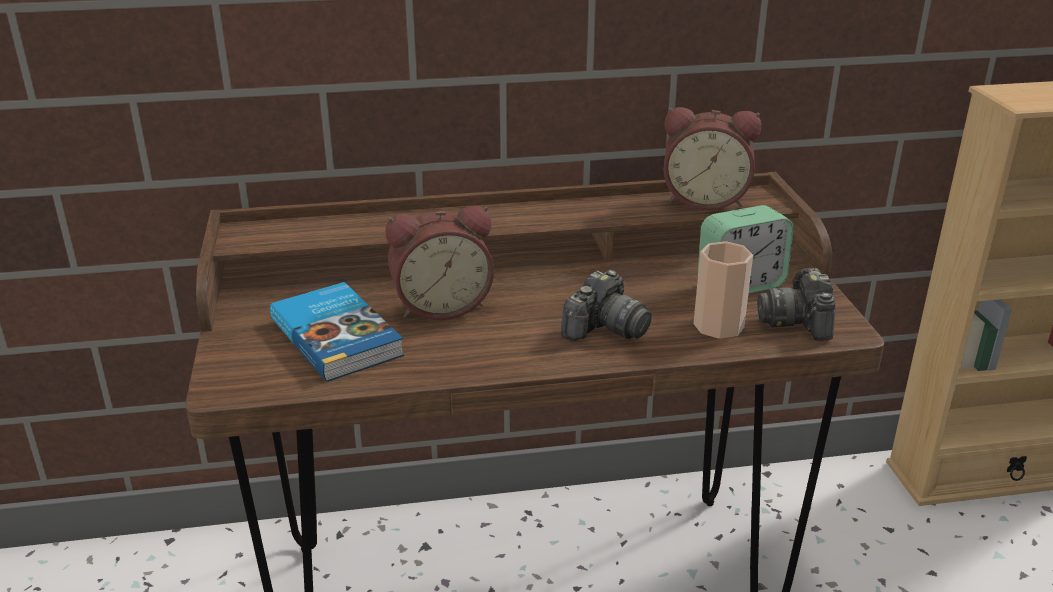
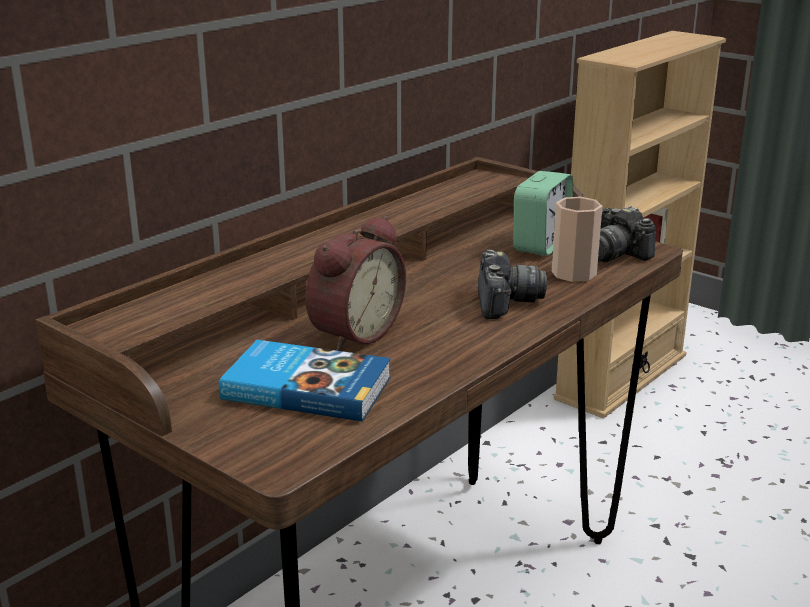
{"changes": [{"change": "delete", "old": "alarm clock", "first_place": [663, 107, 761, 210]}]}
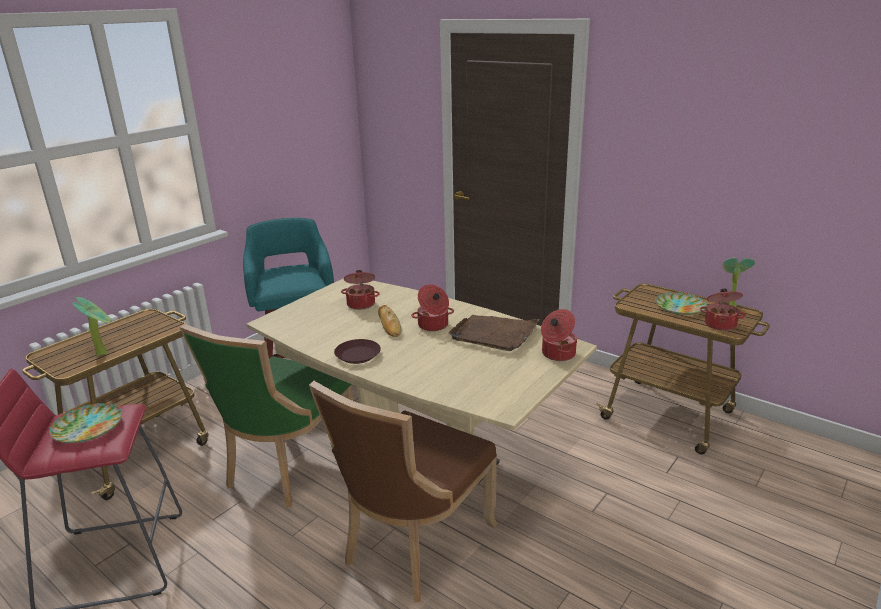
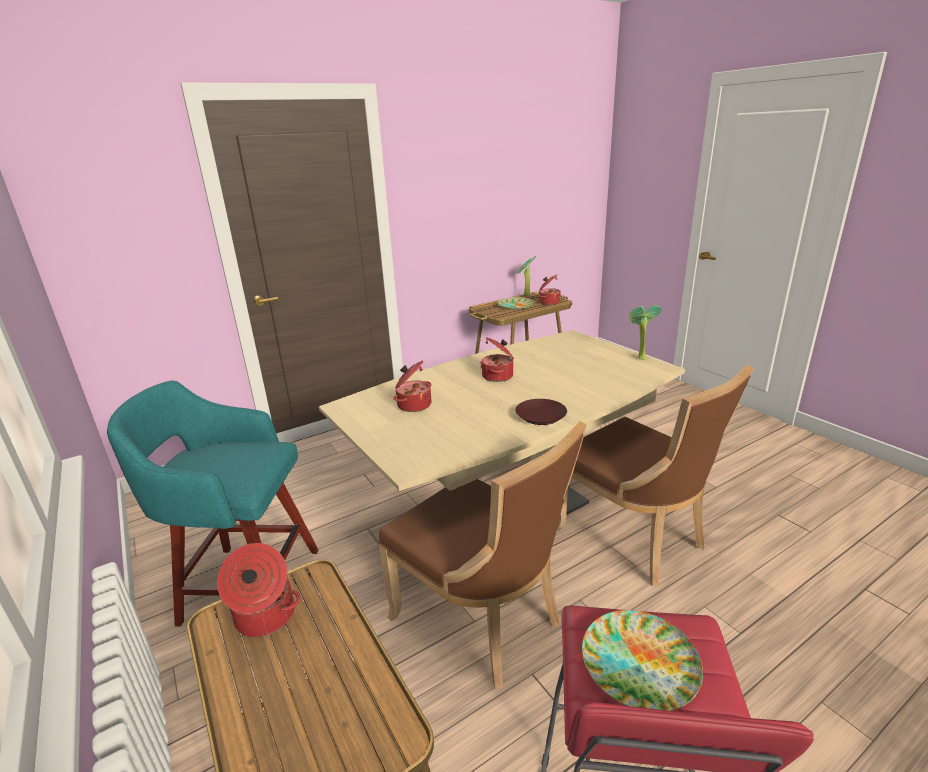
{"changes": [{"change": "move", "old": "potted plant", "first_place": [73, 297, 111, 356], "second_place": [629, 306, 661, 360]}, {"change": "delete", "old": "bread", "first_place": [378, 305, 401, 337]}, {"change": "move", "old": "cooking pot", "first_place": [541, 309, 577, 361], "second_place": [217, 543, 301, 637]}, {"change": "delete", "old": "brown tray", "first_place": [449, 315, 540, 351]}, {"change": "recolor", "old": "green chair", "new": "brown chair", "first_place": [180, 324, 353, 508], "second_place": [379, 421, 587, 689]}]}
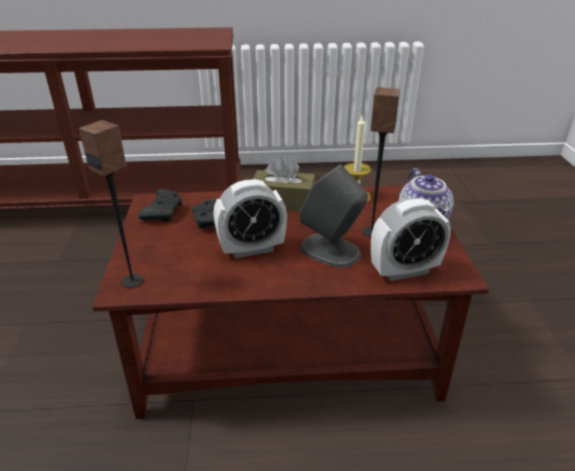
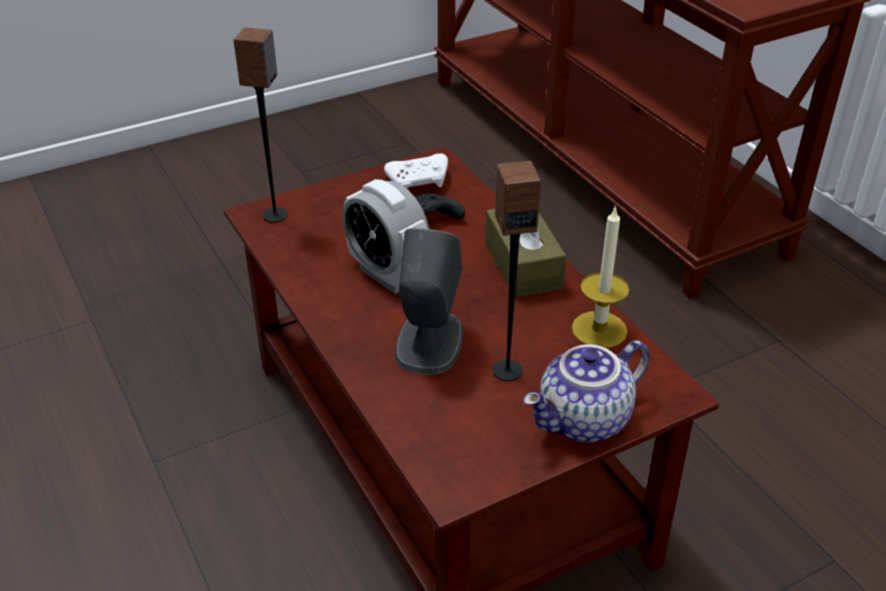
{"changes": [{"change": "recolor", "old": "black game controller", "new": "white game controller", "first_place": [138, 189, 182, 221], "second_place": [384, 153, 448, 188]}, {"change": "delete", "old": "alarm clock", "first_place": [371, 198, 451, 281]}]}
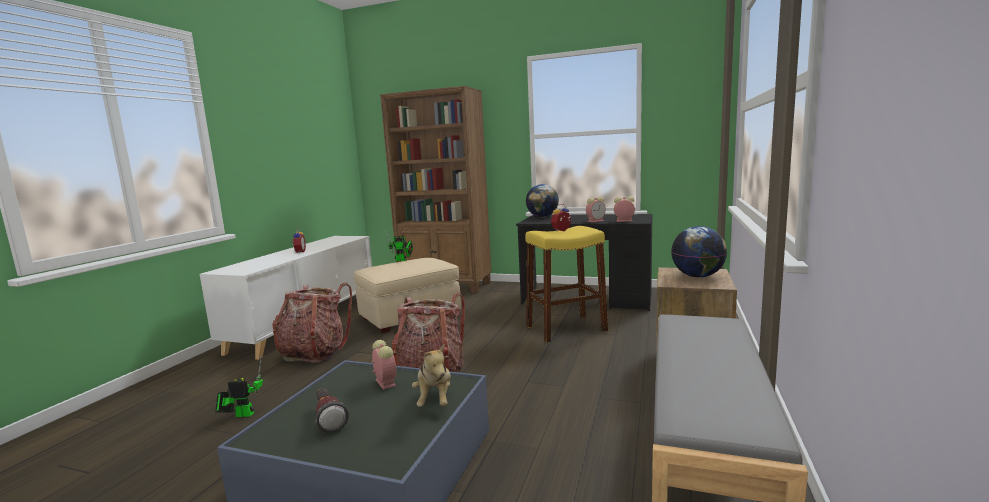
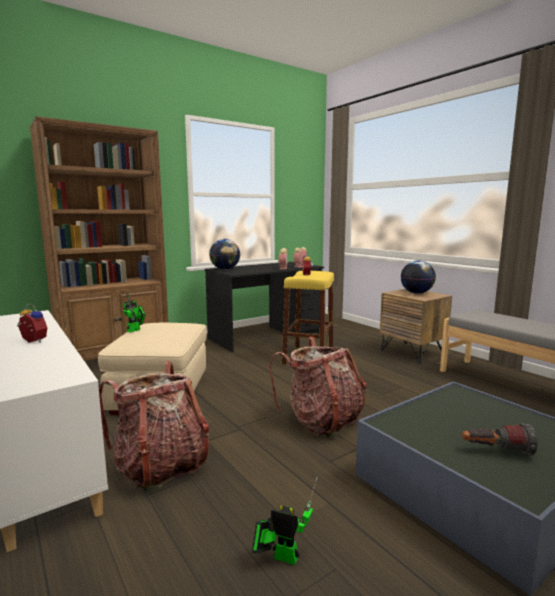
{"changes": [{"change": "delete", "old": "alarm clock", "first_place": [371, 340, 396, 390]}, {"change": "delete", "old": "plush toy", "first_place": [412, 344, 451, 407]}, {"change": "rotate", "old": "toy robot", "first_place": [215, 356, 263, 417], "second_place": [252, 477, 318, 565], "degrees": 75}]}
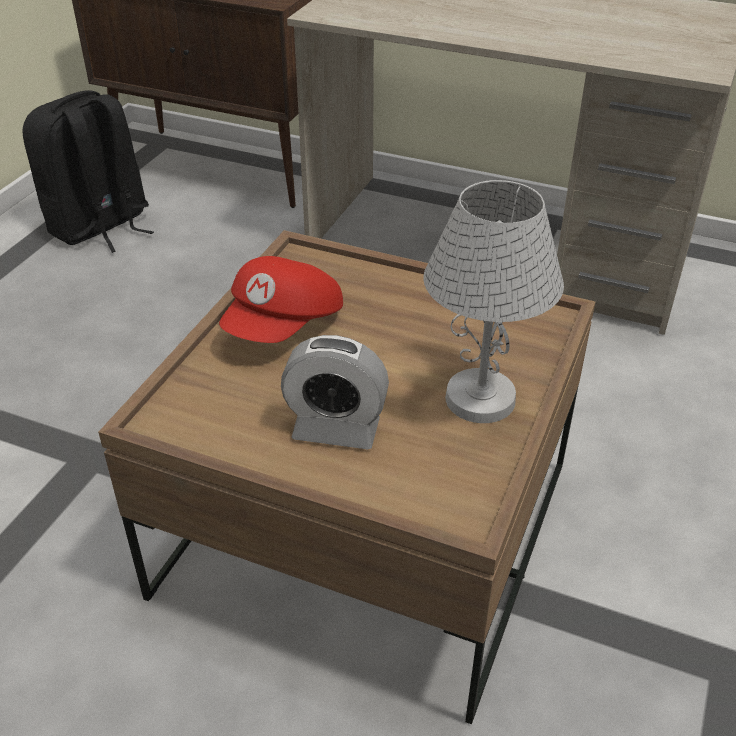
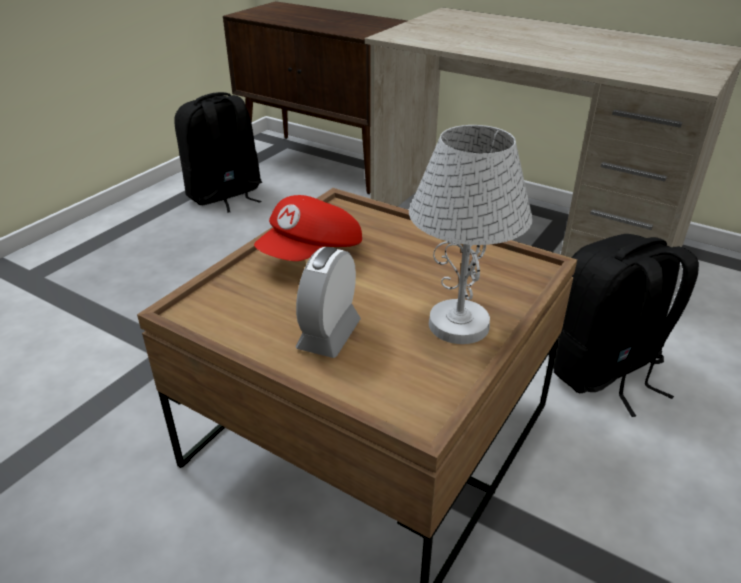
{"changes": [{"change": "rotate", "old": "alarm clock", "first_place": [281, 335, 389, 450], "second_place": [296, 247, 361, 358], "degrees": 90}, {"change": "insert", "new": "black backpack", "second_place": [548, 234, 699, 417]}]}
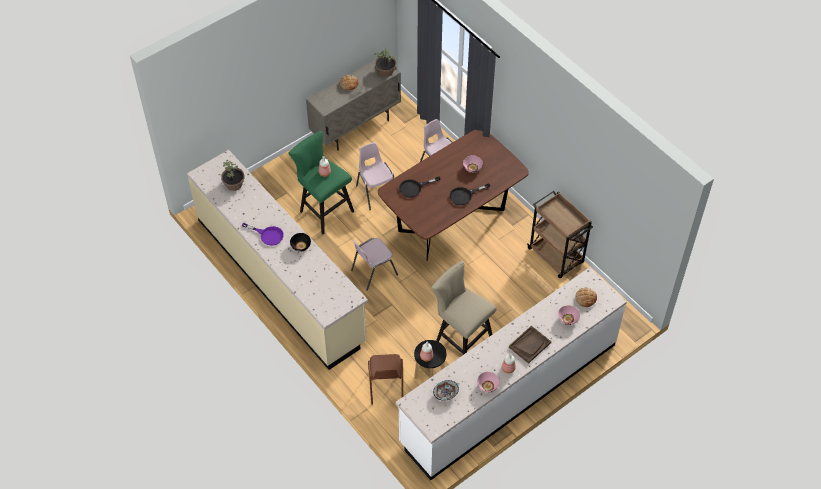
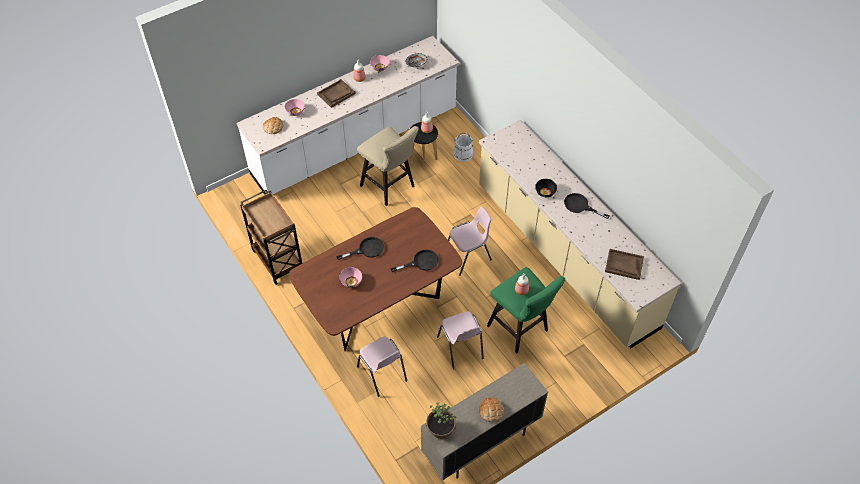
{"changes": [{"change": "replace", "old": "potted plant", "new": "brown tray", "first_place": [221, 160, 245, 191], "second_place": [605, 249, 644, 280]}, {"change": "recolor", "old": "purple frying pan", "new": "black frying pan", "first_place": [241, 223, 284, 246], "second_place": [564, 193, 610, 219]}, {"change": "replace", "old": "brown chair", "new": "white bucket", "first_place": [368, 354, 403, 405], "second_place": [454, 133, 474, 162]}]}
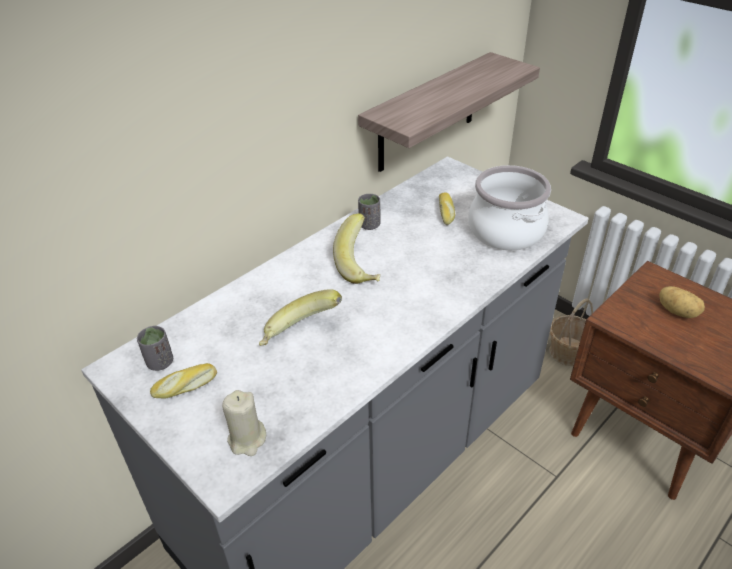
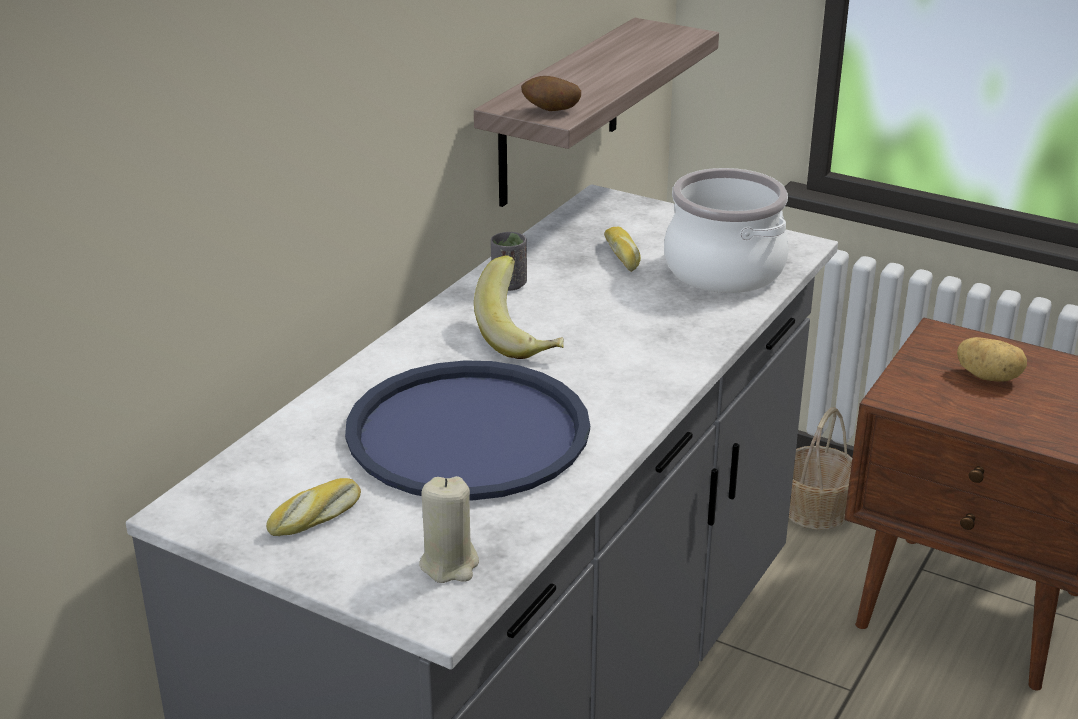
{"changes": [{"change": "replace", "old": "banana", "new": "blue tray", "first_place": [259, 289, 342, 346], "second_place": [345, 360, 590, 501]}, {"change": "delete", "old": "grey cup", "first_place": [137, 326, 173, 371]}, {"change": "insert", "new": "potato", "second_place": [521, 76, 581, 111]}]}
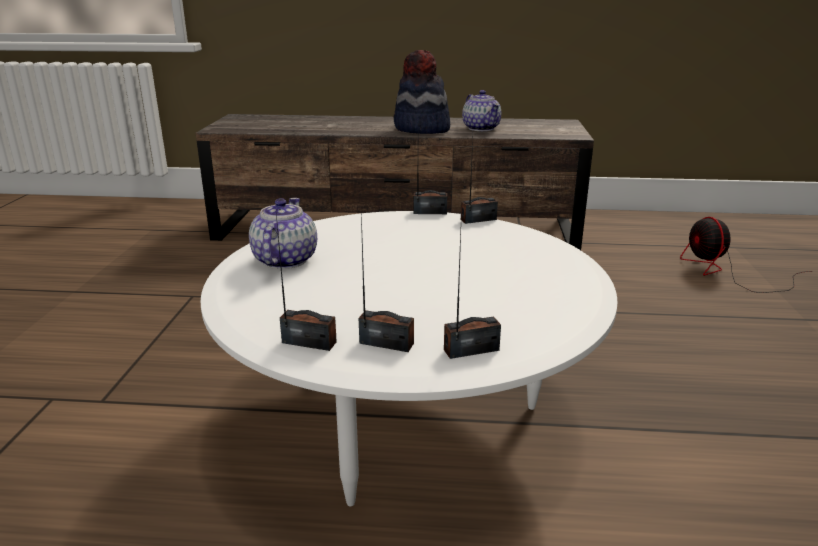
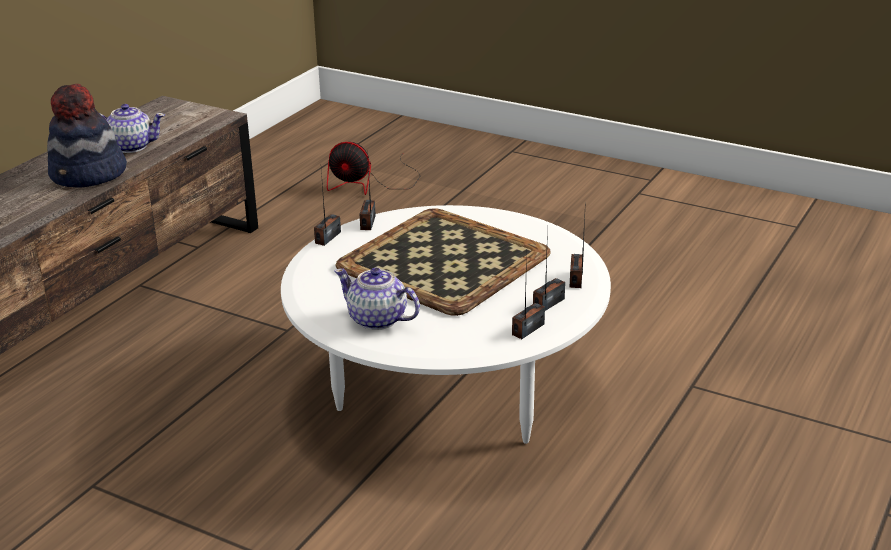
{"changes": [{"change": "insert", "new": "tray", "second_place": [335, 208, 550, 316]}]}
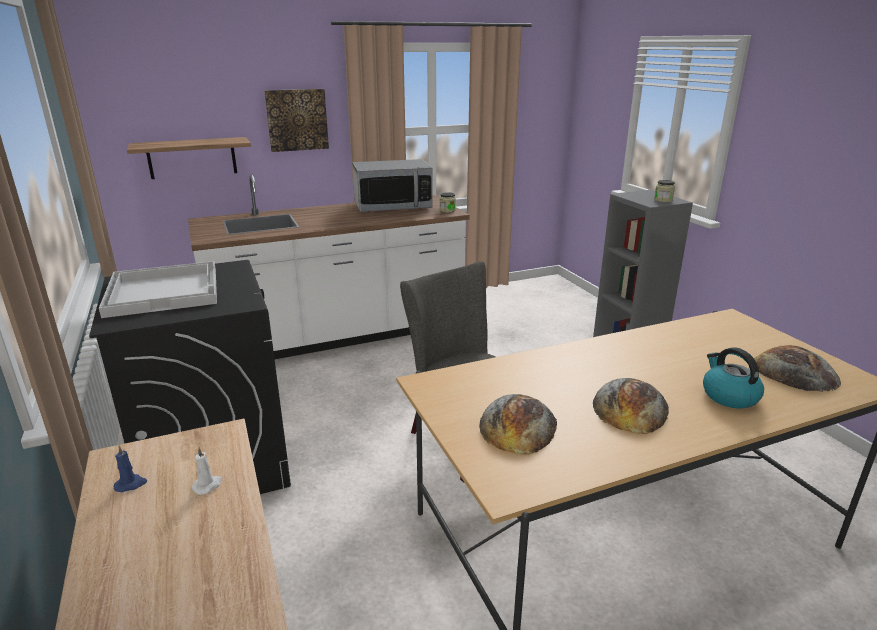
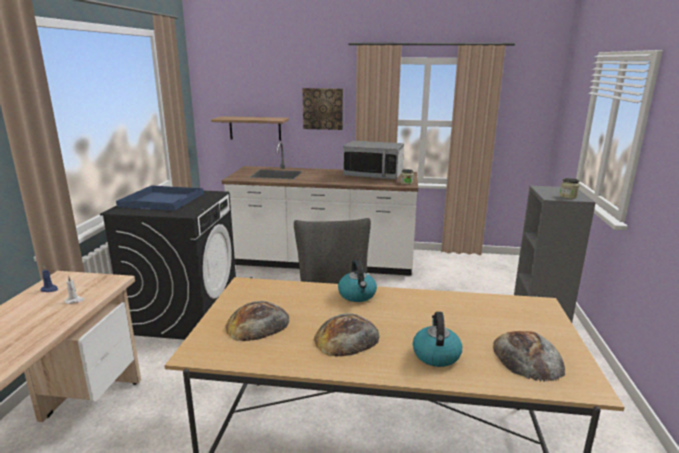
{"changes": [{"change": "recolor", "old": "white tray", "new": "blue tray", "first_place": [99, 261, 217, 318], "second_place": [116, 185, 204, 211]}, {"change": "insert", "new": "kettle", "second_place": [338, 260, 377, 302]}]}
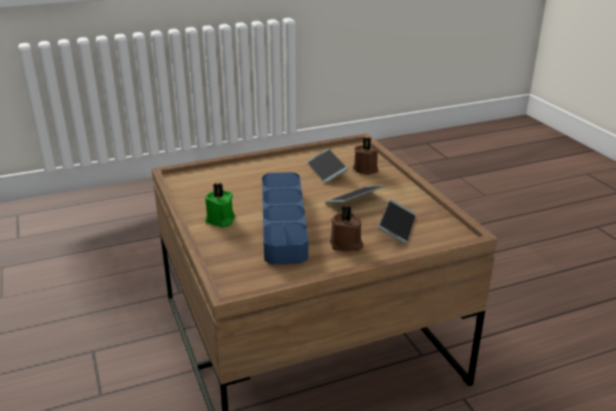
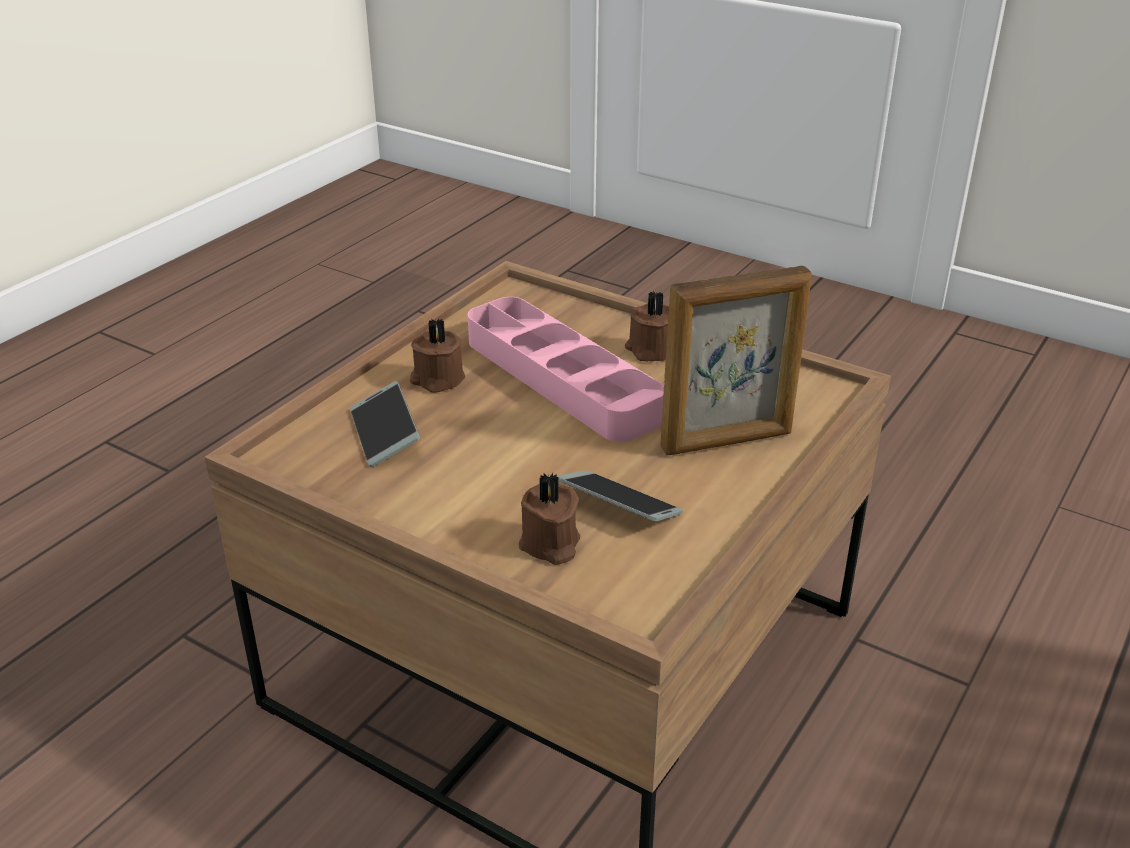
{"changes": [{"change": "recolor", "old": "blue tray", "new": "pink tray", "first_place": [262, 172, 308, 265], "second_place": [468, 297, 664, 442]}, {"change": "recolor", "old": "green candle", "new": "brown candle", "first_place": [205, 183, 235, 227], "second_place": [625, 291, 669, 361]}, {"change": "delete", "old": "phone", "first_place": [325, 185, 384, 204]}, {"change": "insert", "new": "picture frame", "second_place": [660, 266, 812, 455]}]}
